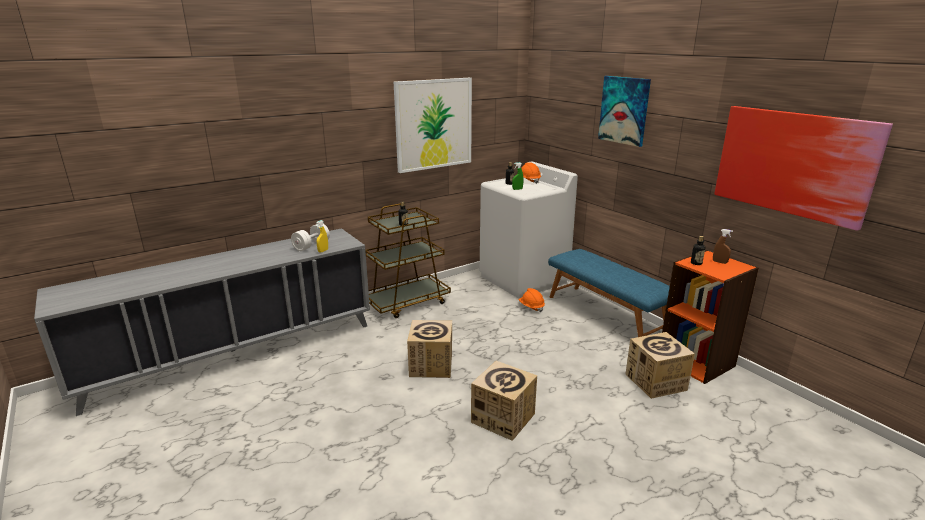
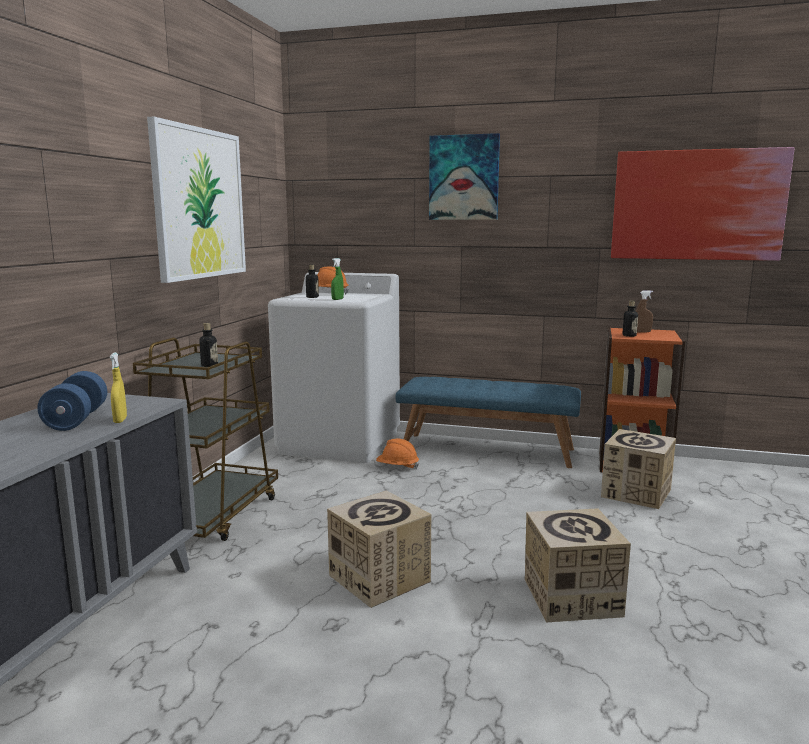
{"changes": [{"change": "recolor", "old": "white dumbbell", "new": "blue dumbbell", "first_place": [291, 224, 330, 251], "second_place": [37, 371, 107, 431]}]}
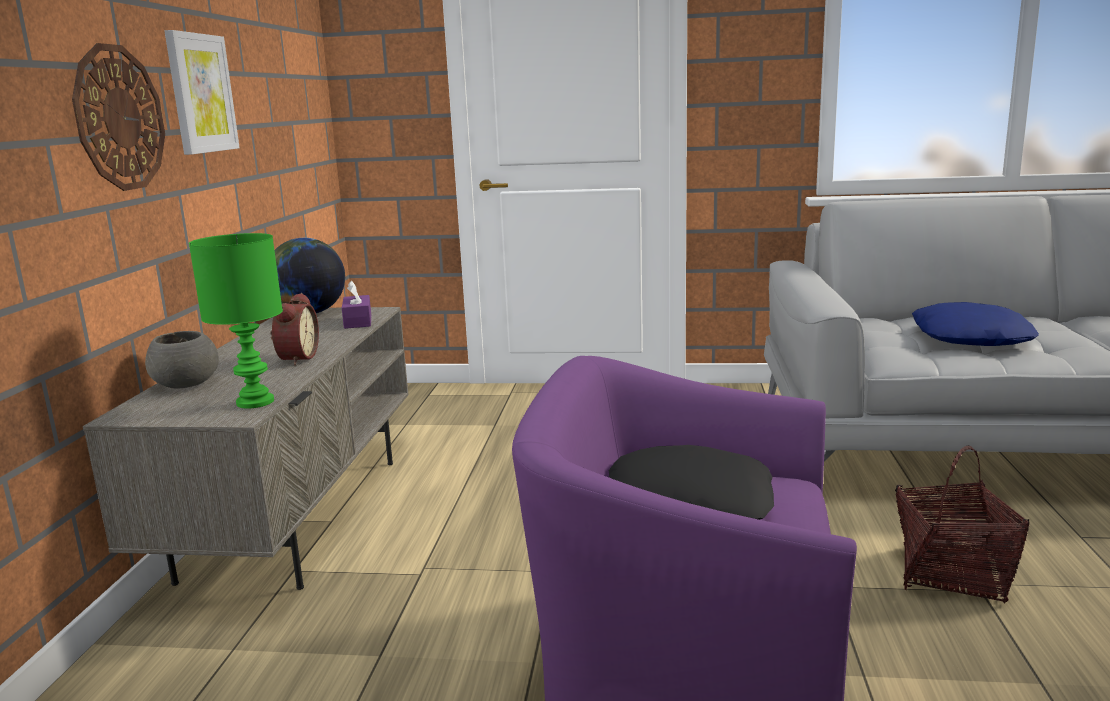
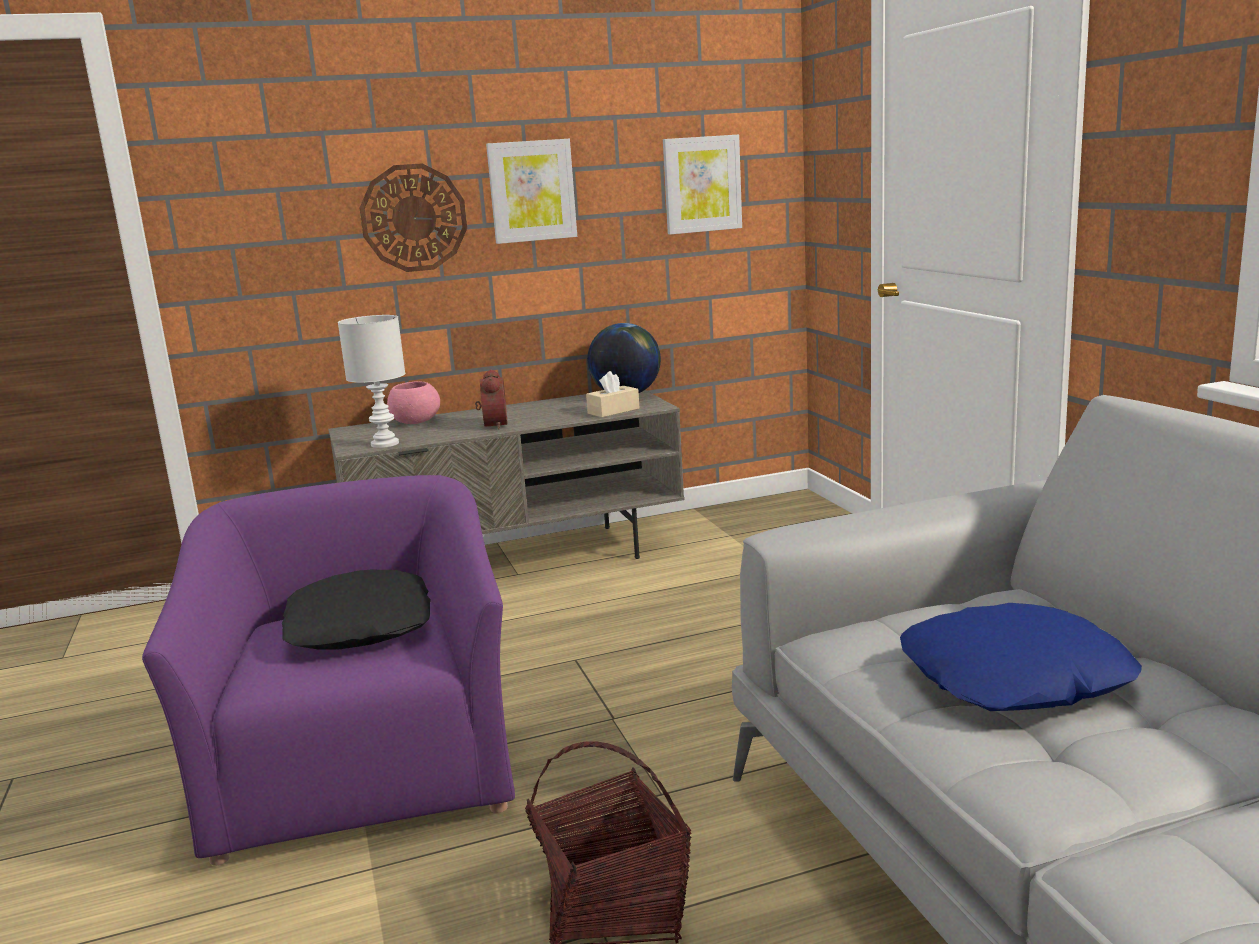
{"changes": [{"change": "recolor", "old": "green table lamp", "new": "white table lamp", "first_place": [189, 233, 283, 409], "second_place": [338, 315, 405, 448]}, {"change": "recolor", "old": "purple tissue box", "new": "beige tissue box", "first_place": [342, 281, 371, 329], "second_place": [586, 371, 639, 417]}, {"change": "rotate", "old": "alarm clock", "first_place": [270, 293, 319, 365], "second_place": [475, 370, 508, 429], "degrees": -75}, {"change": "recolor", "old": "grey bowl", "new": "pink bowl", "first_place": [145, 331, 219, 388], "second_place": [387, 381, 440, 424]}, {"change": "insert", "new": "picture", "second_place": [663, 134, 742, 235]}]}
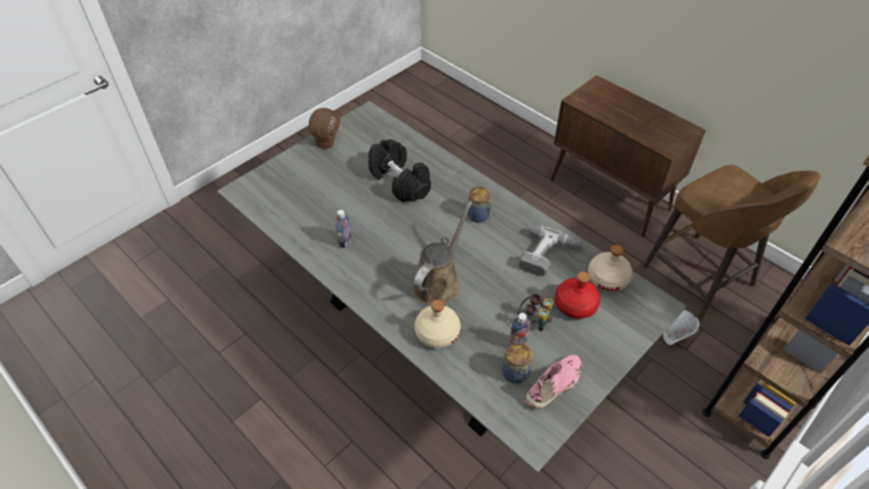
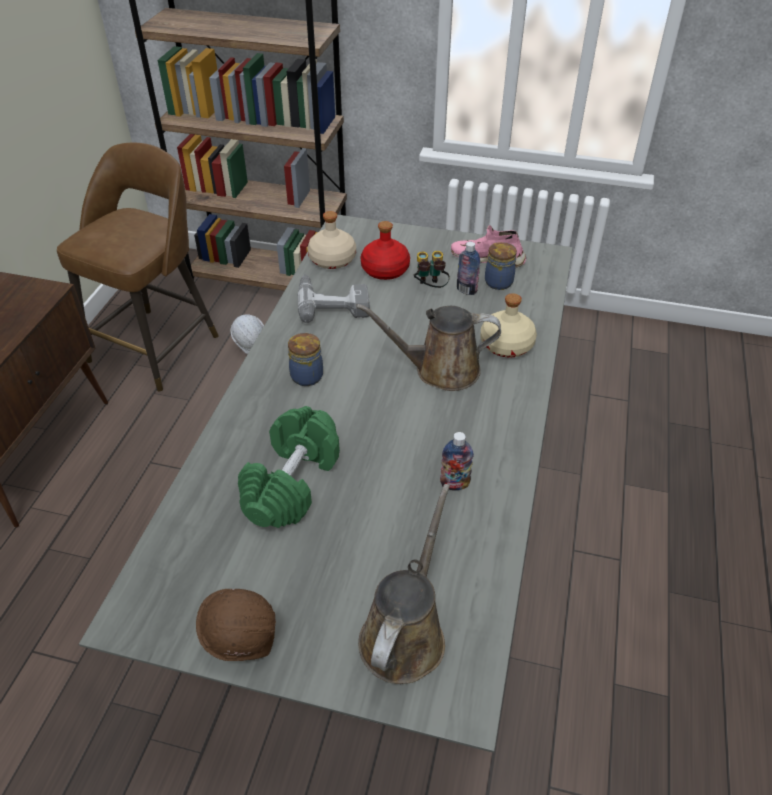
{"changes": [{"change": "recolor", "old": "black dumbbell", "new": "green dumbbell", "first_place": [368, 139, 431, 202], "second_place": [238, 406, 340, 528]}, {"change": "insert", "new": "brown watering can", "second_place": [358, 484, 450, 684]}]}
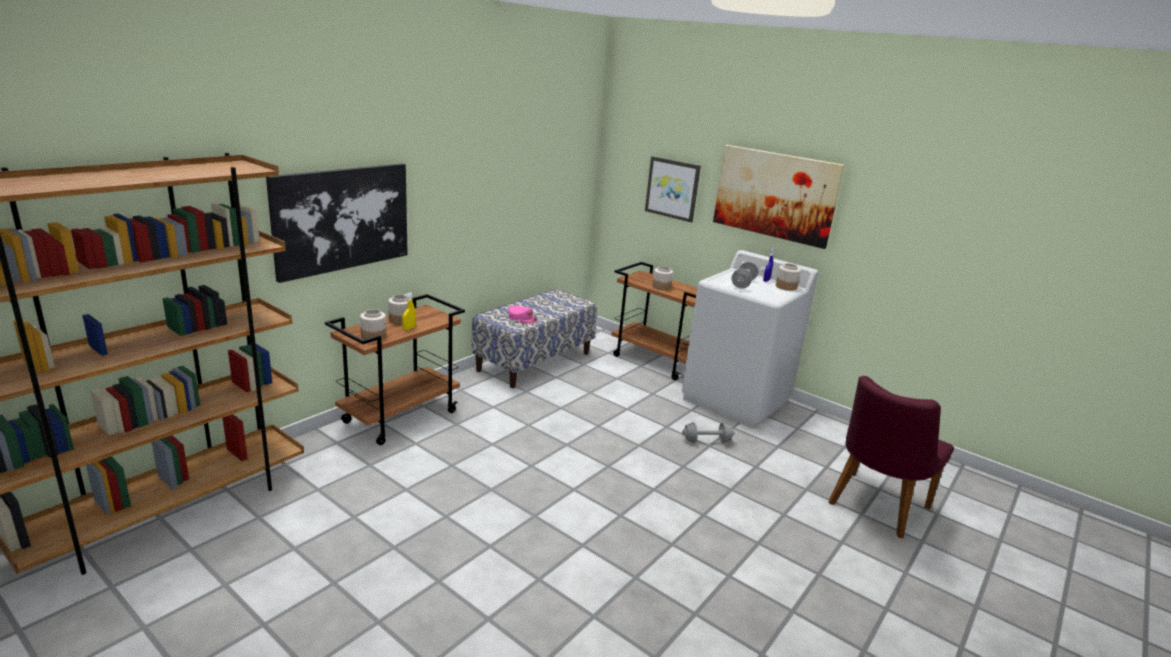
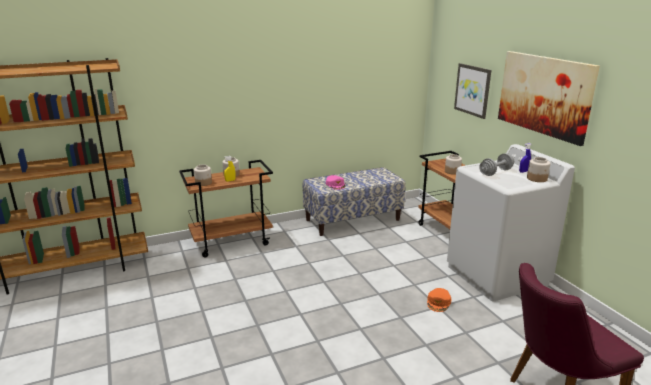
{"changes": [{"change": "delete", "old": "picture", "first_place": [266, 163, 408, 283]}, {"change": "replace", "old": "grey dumbbell", "new": "orange cap", "first_place": [682, 422, 735, 443], "second_place": [427, 288, 452, 312]}]}
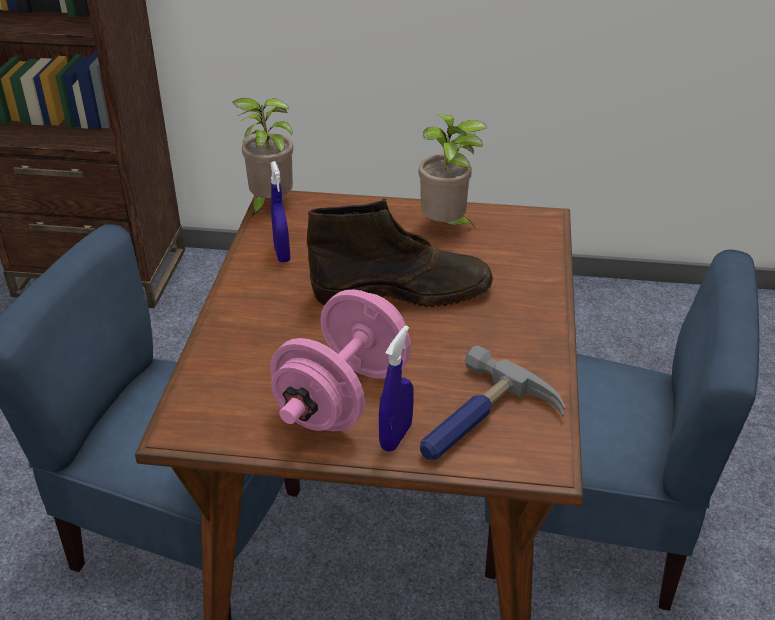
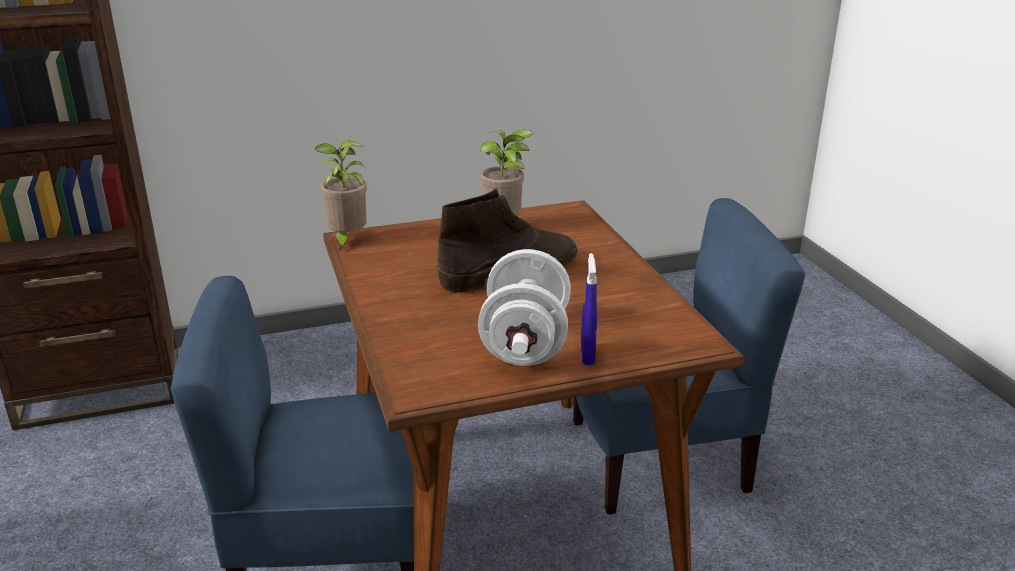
{"changes": [{"change": "delete", "old": "blue spray bottle", "first_place": [271, 161, 290, 262]}, {"change": "recolor", "old": "pink dumbbell", "new": "white dumbbell", "first_place": [270, 290, 411, 431], "second_place": [478, 249, 570, 366]}, {"change": "delete", "old": "hammer", "first_place": [420, 345, 565, 460]}]}
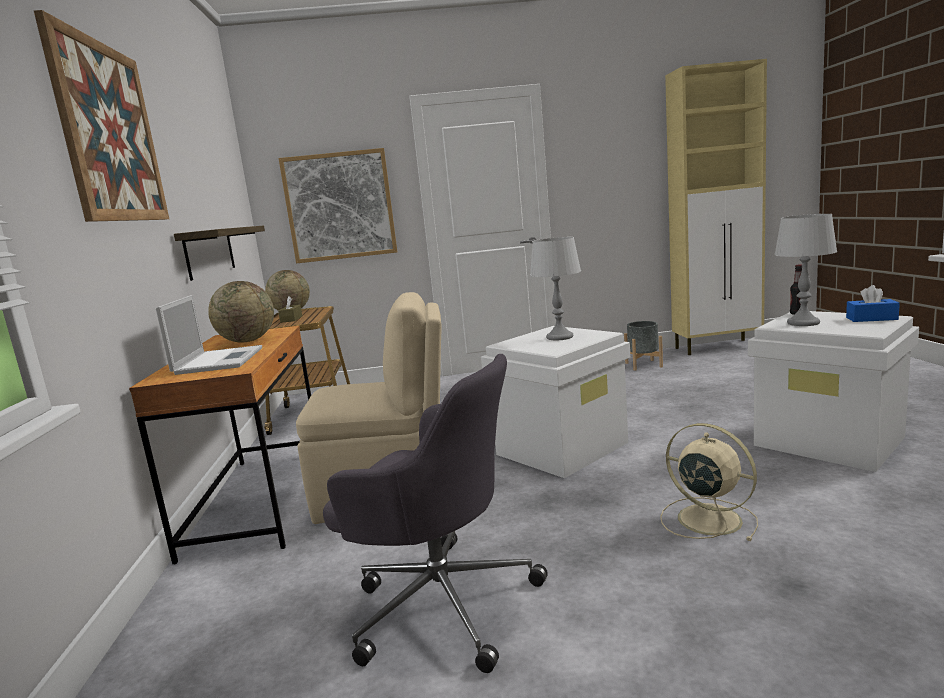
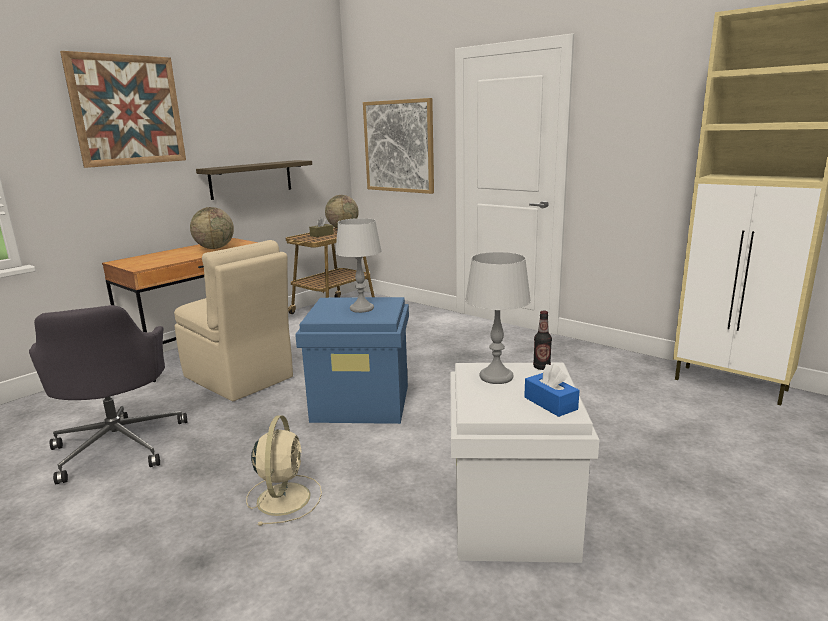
{"changes": [{"change": "delete", "old": "laptop", "first_place": [156, 295, 262, 375]}, {"change": "delete", "old": "grey planter", "first_place": [624, 321, 663, 370]}, {"change": "recolor", "old": "white storage box", "new": "blue storage box", "first_place": [481, 326, 630, 478], "second_place": [295, 297, 409, 424]}]}
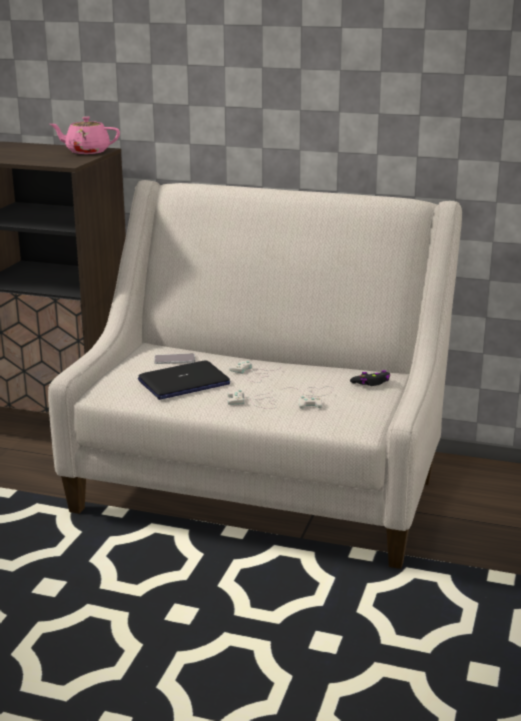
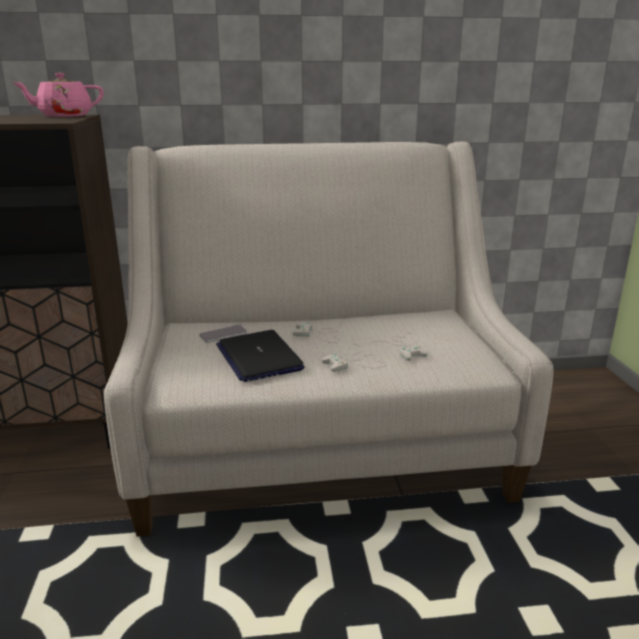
{"changes": [{"change": "rotate", "old": "laptop", "first_place": [138, 361, 230, 400], "second_place": [216, 330, 305, 382], "degrees": 120}, {"change": "delete", "old": "black game controller", "first_place": [350, 370, 391, 386]}]}
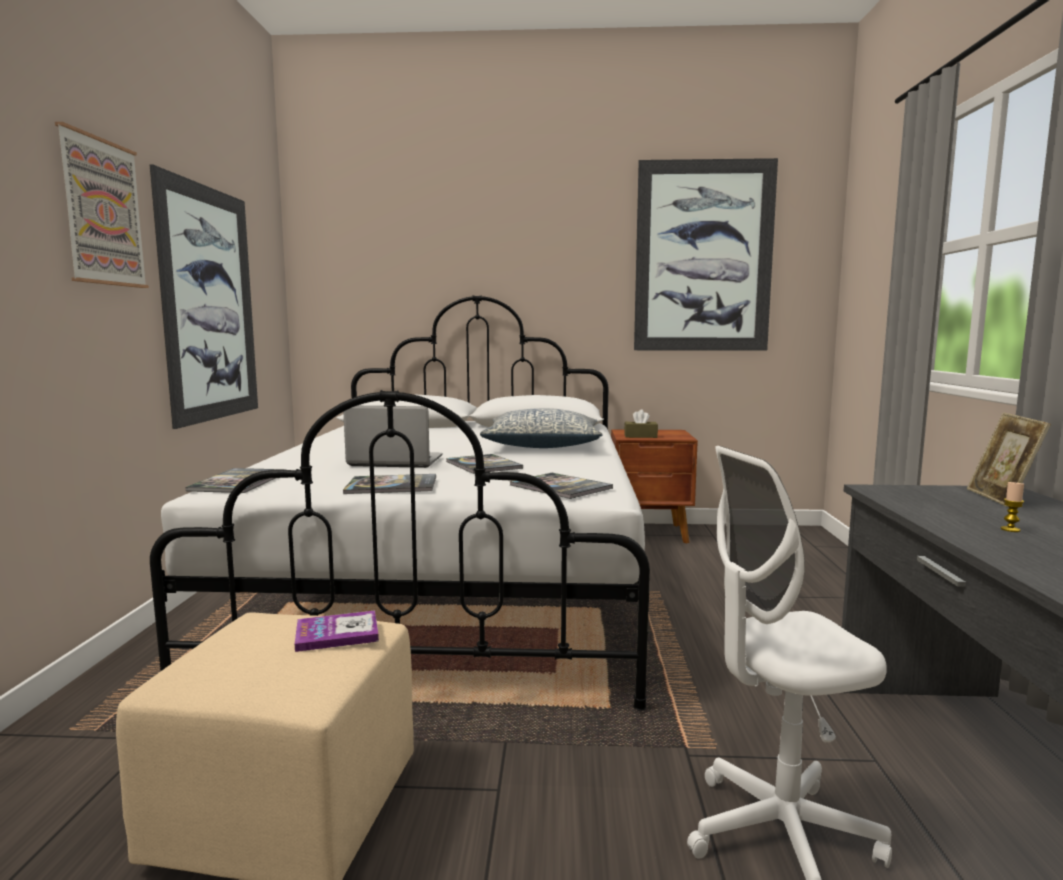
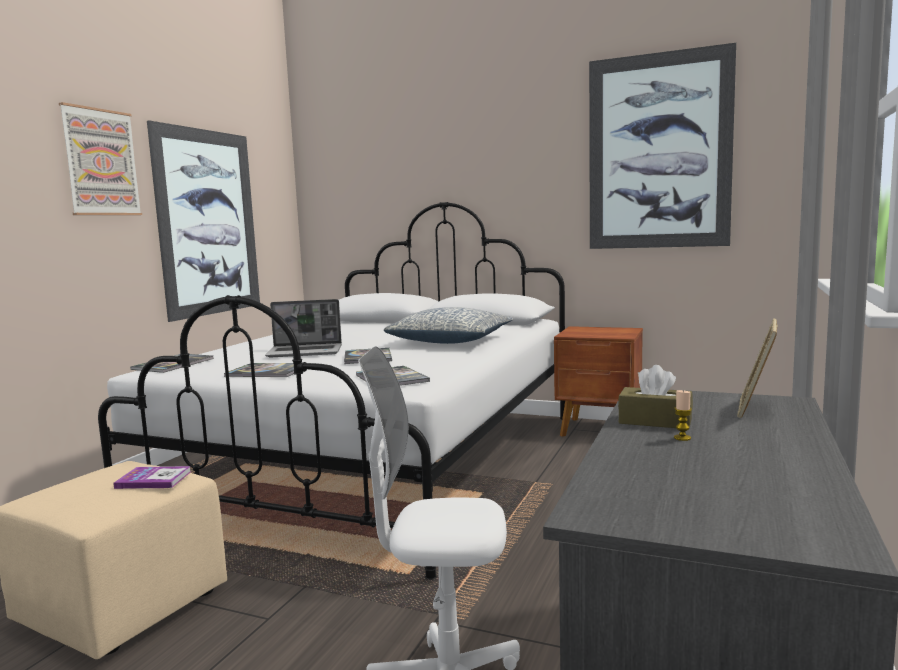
{"changes": [{"change": "rotate", "old": "laptop", "first_place": [344, 406, 443, 468], "second_place": [265, 299, 342, 357], "degrees": 150}, {"change": "move", "old": "brown tissue box", "first_place": [624, 409, 658, 438], "second_place": [618, 365, 693, 428]}]}
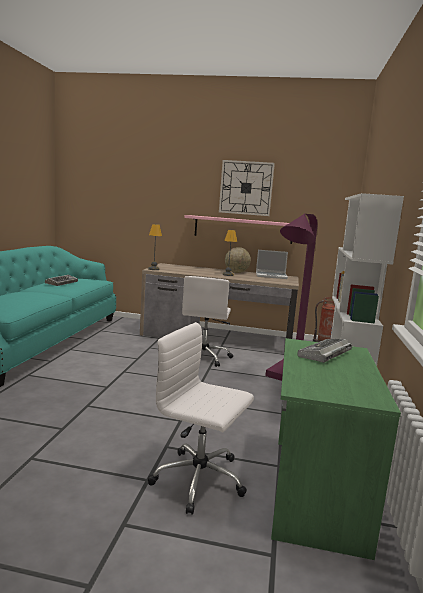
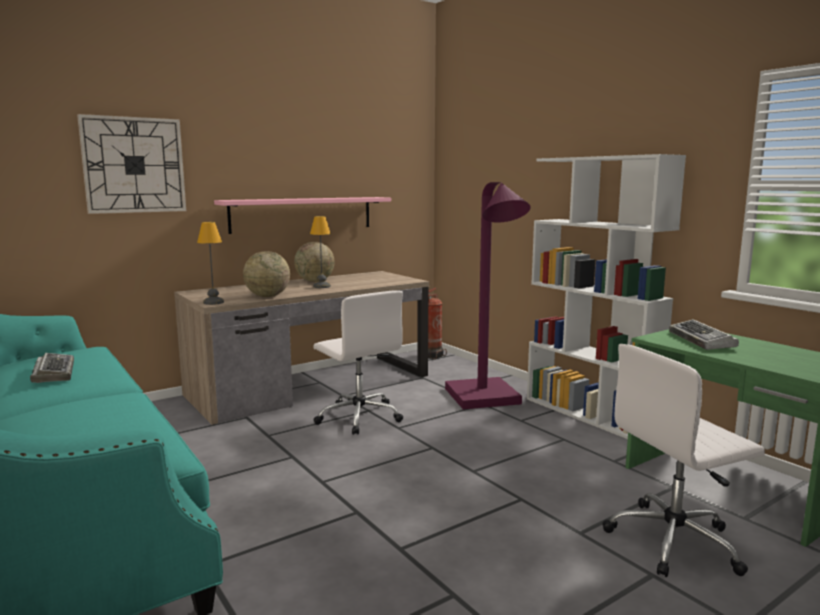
{"changes": [{"change": "move", "old": "wall clock", "first_place": [219, 160, 275, 216], "second_place": [77, 114, 186, 214]}, {"change": "delete", "old": "laptop", "first_place": [256, 250, 288, 279]}, {"change": "insert", "new": "globe", "second_place": [243, 251, 290, 297]}]}
